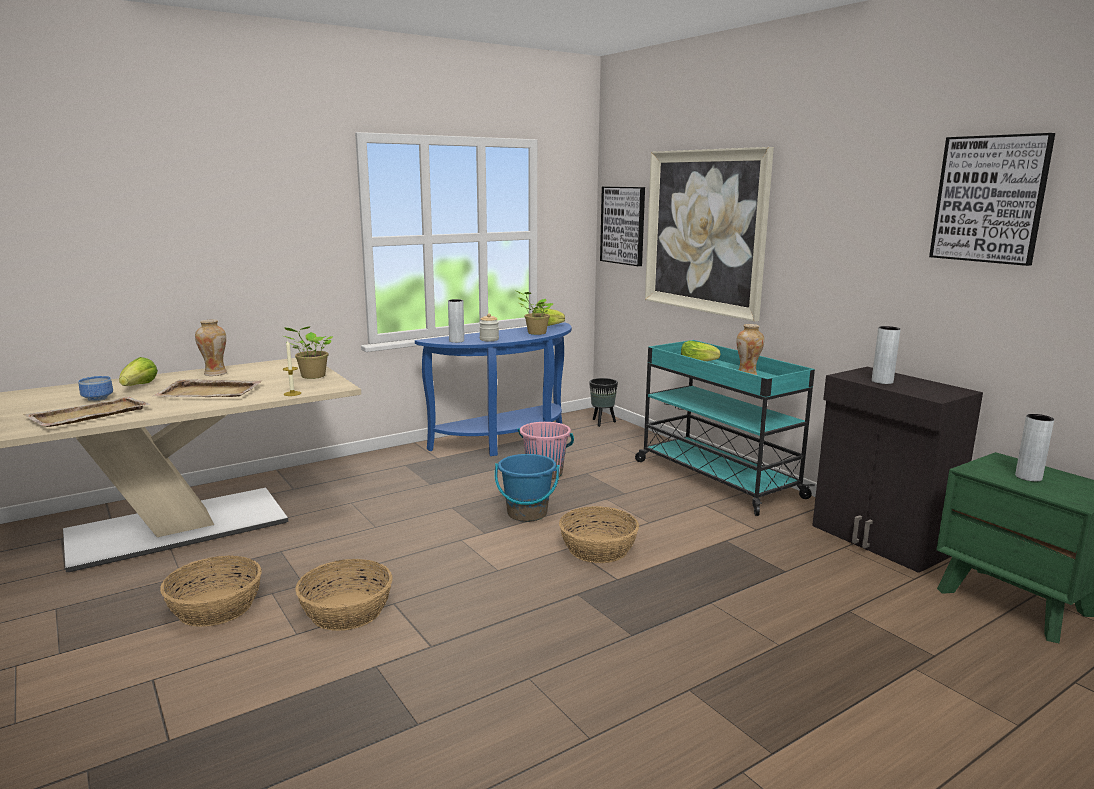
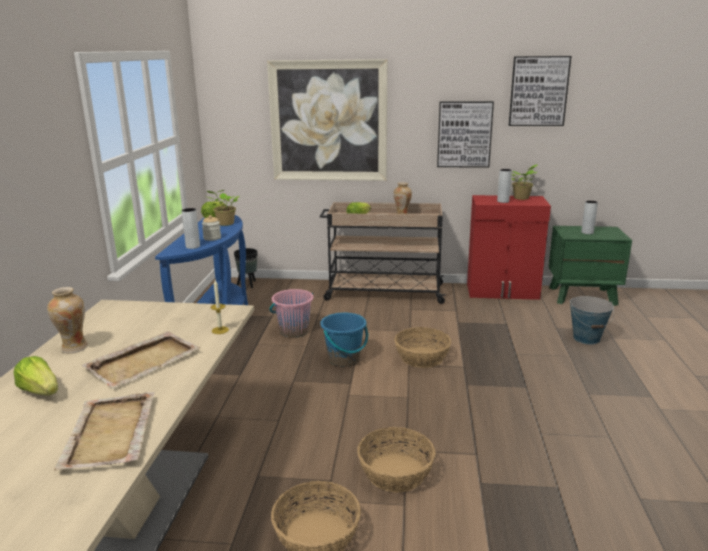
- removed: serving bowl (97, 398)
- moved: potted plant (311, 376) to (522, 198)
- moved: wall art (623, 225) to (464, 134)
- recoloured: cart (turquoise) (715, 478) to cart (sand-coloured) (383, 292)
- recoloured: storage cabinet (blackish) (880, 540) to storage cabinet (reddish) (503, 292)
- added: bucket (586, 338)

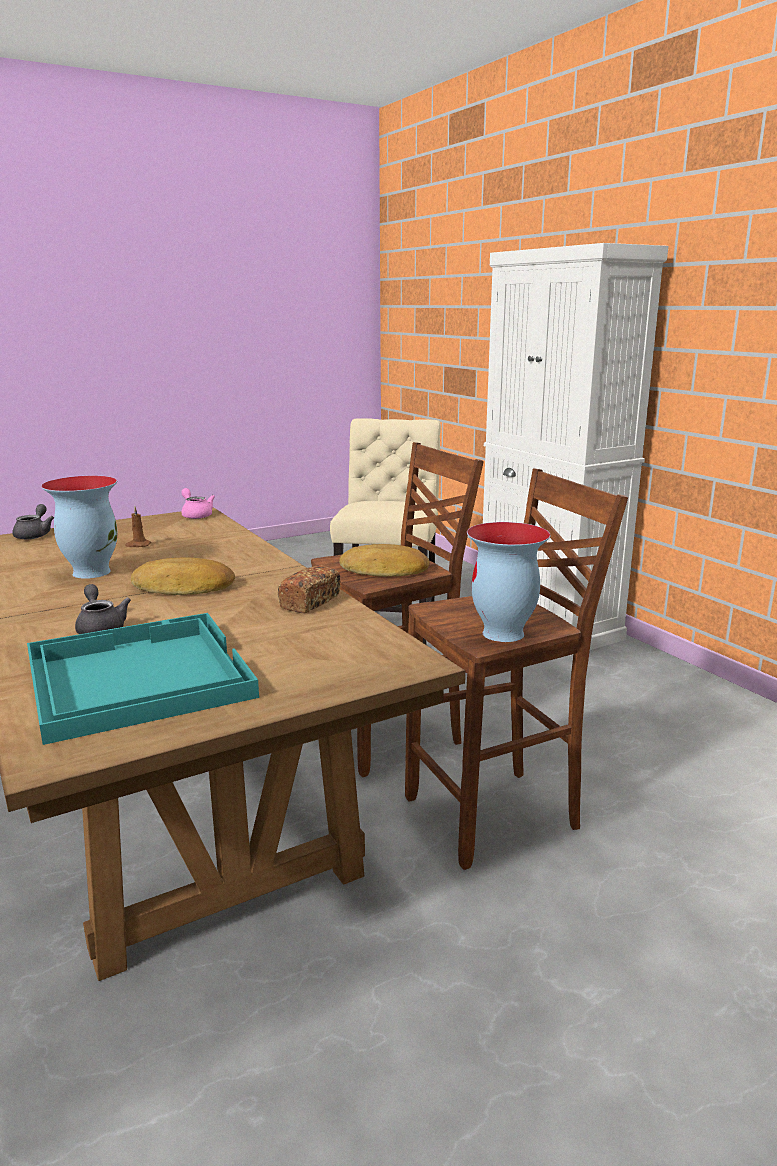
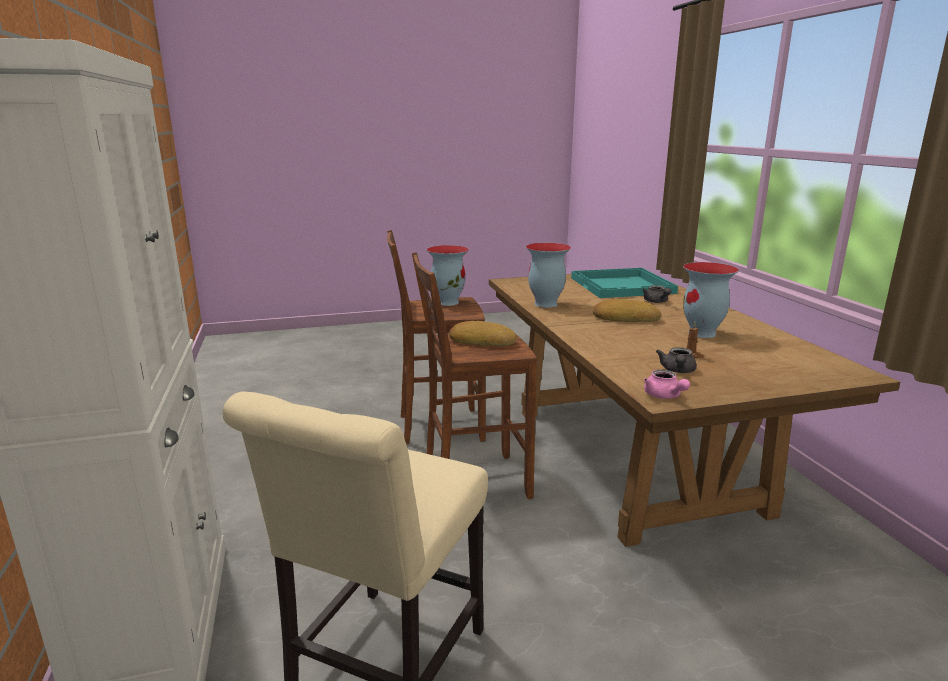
- moved: teapot (greyish) (35, 535) to (677, 371)
- replaced: baked bread (310, 602) to vase (546, 304)

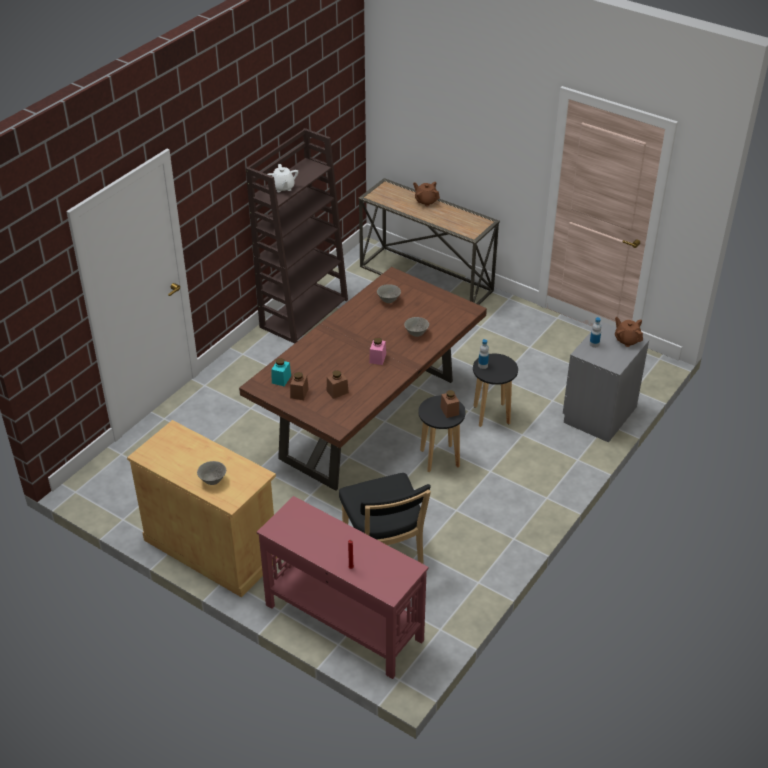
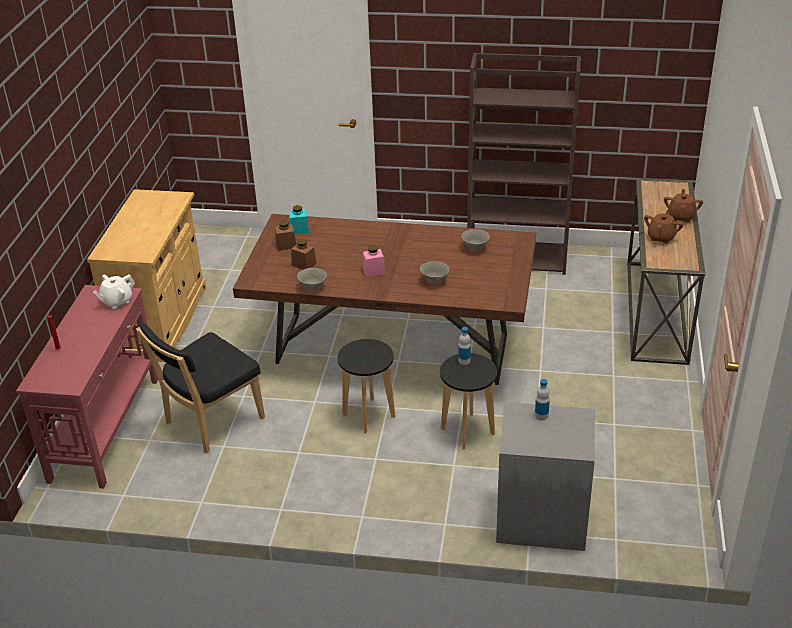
- moved: serving bowl (greyish) (212, 481) to (313, 288)
- moved: teapot (whitish) (283, 187) to (116, 301)
- removed: preserve jar (brown-coloured) (449, 411)
- moved: teapot (brown-coloured) (627, 340) to (661, 237)

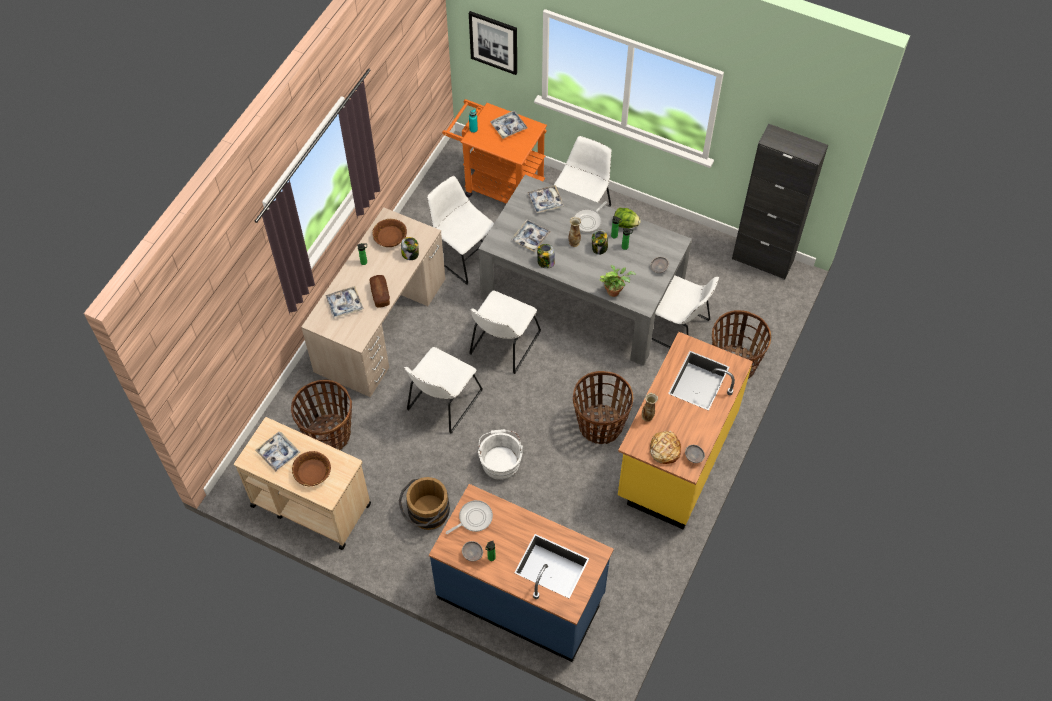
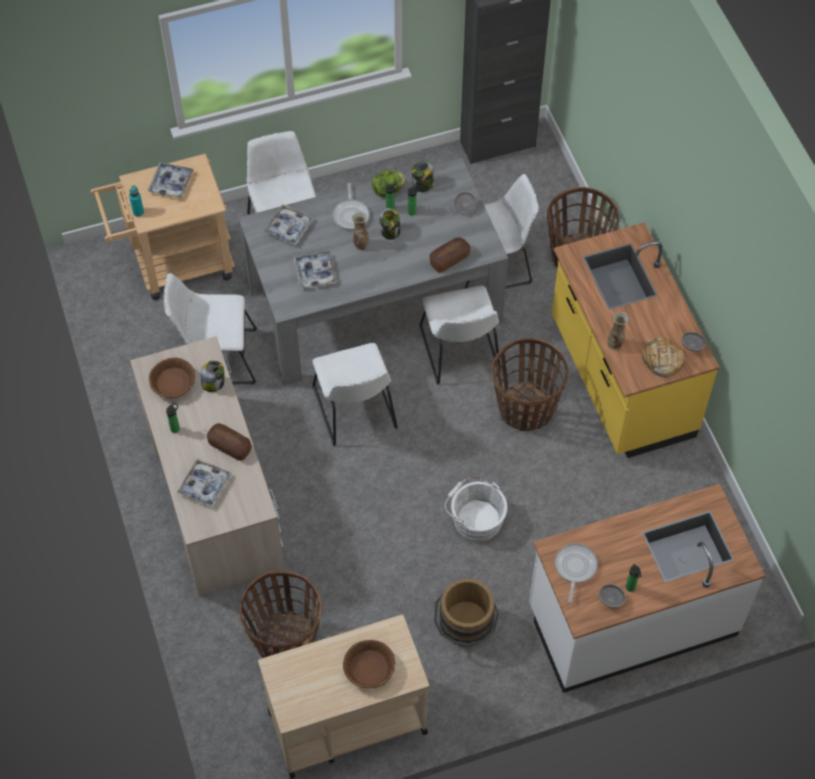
- removed: serving tray (278, 453)
- moved: upright chair (whitish) (442, 402) to (460, 352)
- recoloured: kitchen counter (blue) (521, 595) to kitchen counter (whitish) (631, 620)
- recoloured: cart (orange) (497, 185) to cart (sand-coloured) (174, 265)
- removed: wall art (494, 42)
- moved: preserve jar (545, 262) to (423, 185)
- replaced: potted plant (615, 291) to baked bread (449, 259)

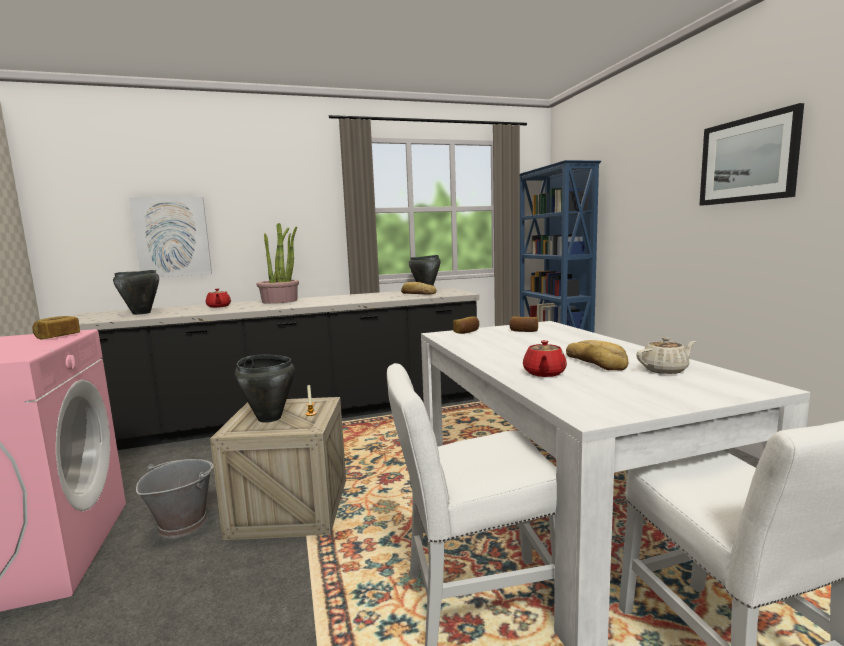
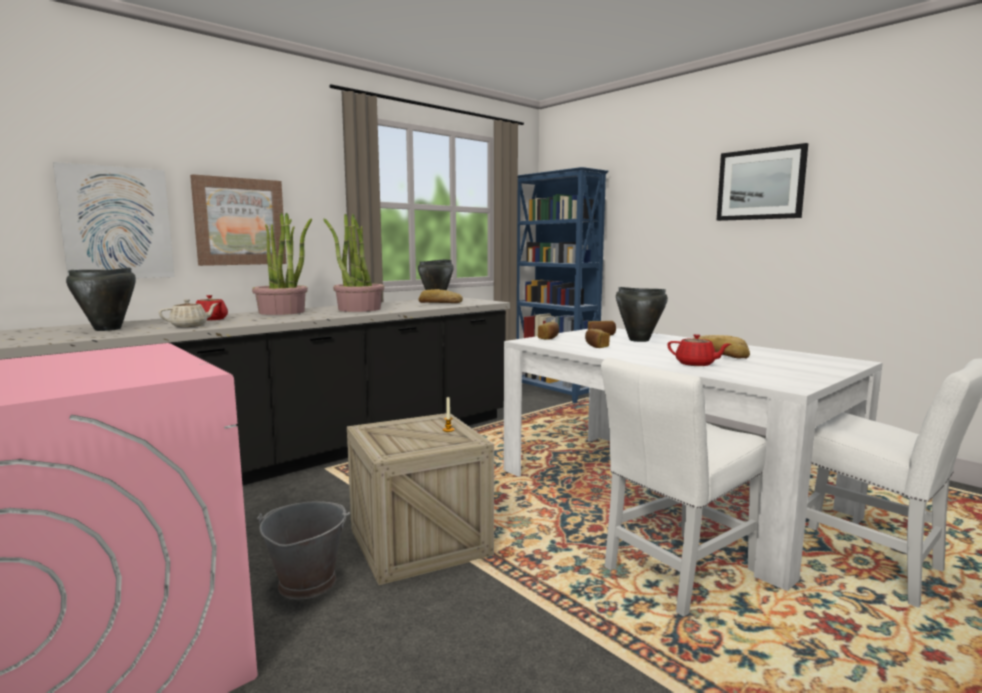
- moved: baked bread (57, 336) to (595, 346)
- moved: stockpot (blackish) (269, 418) to (638, 340)
- turned: teapot (reddish) (544, 373) = (696, 364) 45 degrees counterclockwise
- moved: teapot (sand-coloured) (665, 370) to (190, 326)
- added: wall art (240, 222)
- added: potted plant (359, 309)

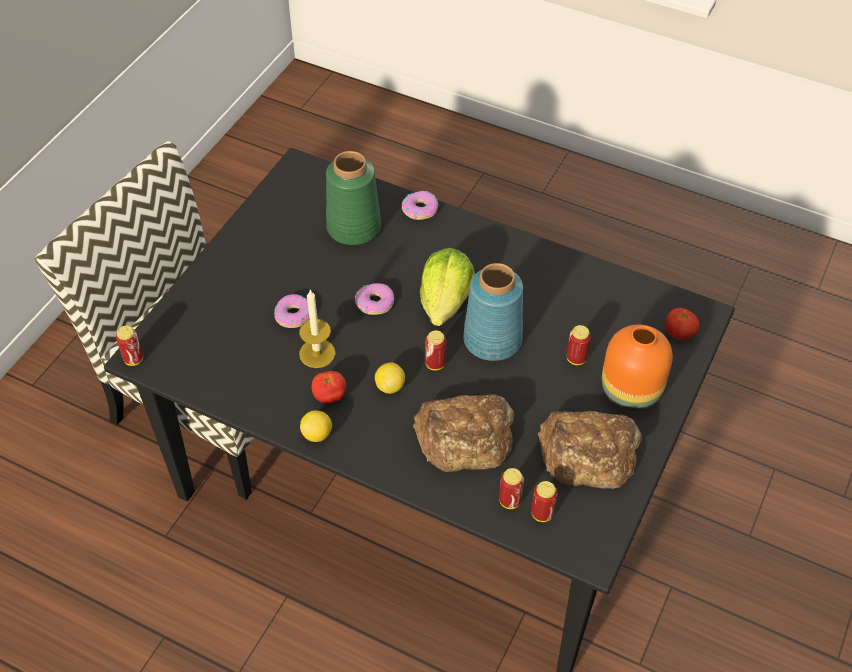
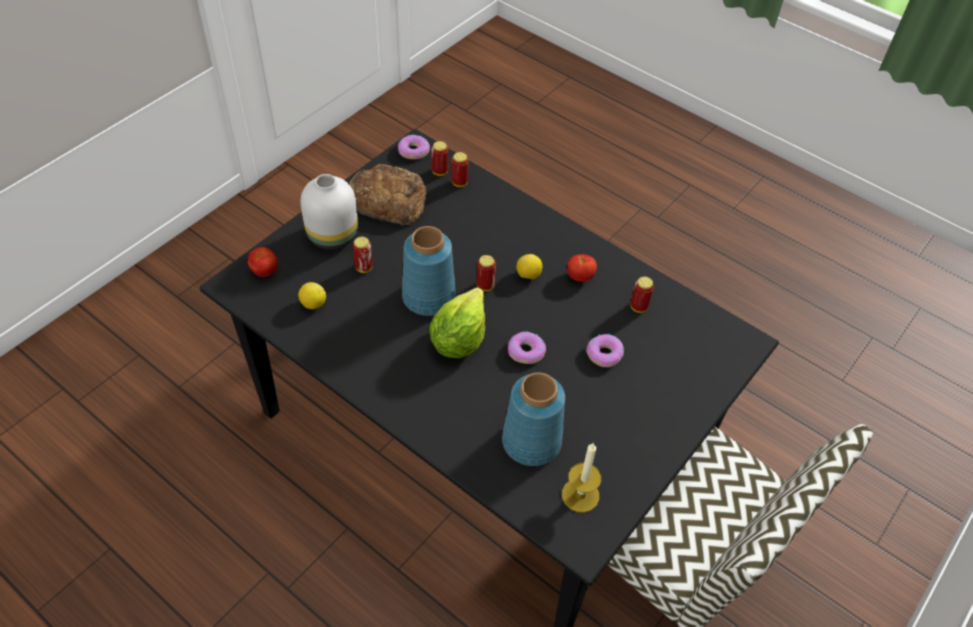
- moved: can (133, 359) to (638, 307)
- moved: candle (317, 353) to (580, 495)
- moved: citrus fruit (317, 434) to (313, 304)
- recoloured: vase (green) (354, 228) to vase (blue) (531, 440)
- moved: donut (420, 209) to (413, 151)
- removed: baked bread (465, 437)
- recoloured: vase (orange) (629, 390) to vase (whitish) (334, 236)

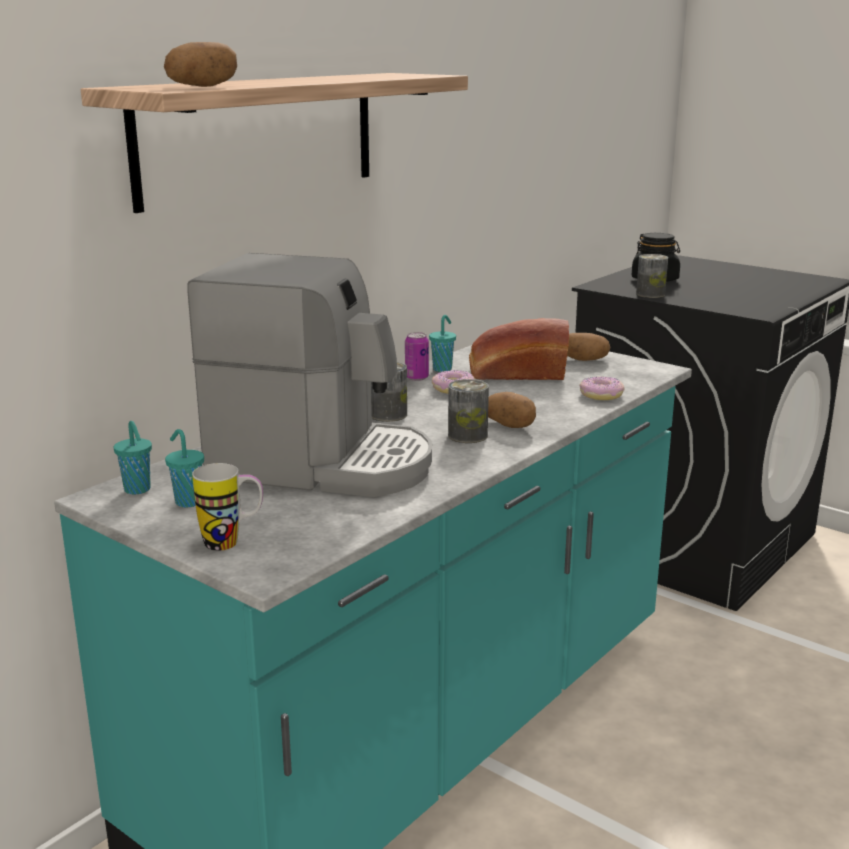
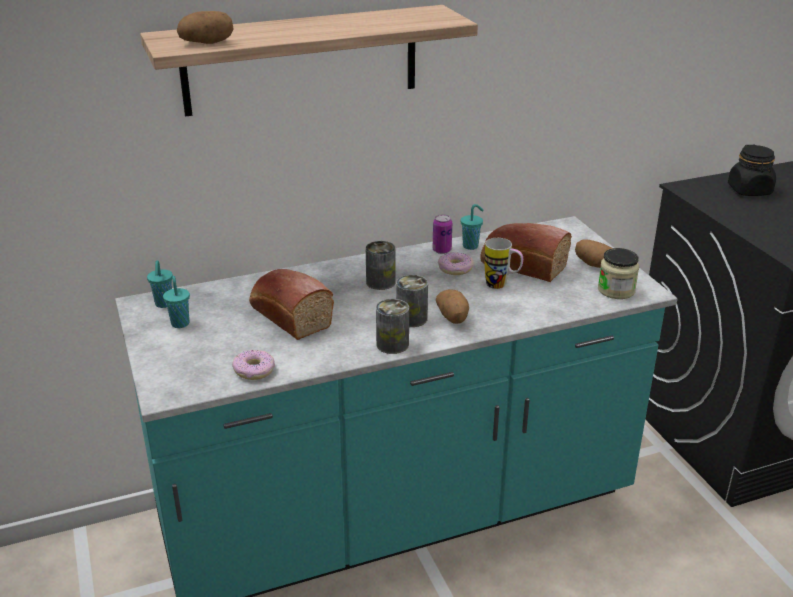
- replaced: coffee brewer (322, 464) to baked bread (288, 316)
- moved: coffee mug (232, 543) to (502, 285)
- moved: donut (601, 395) to (254, 370)
- moved: can (650, 294) to (392, 344)
- added: preserve jar (616, 290)

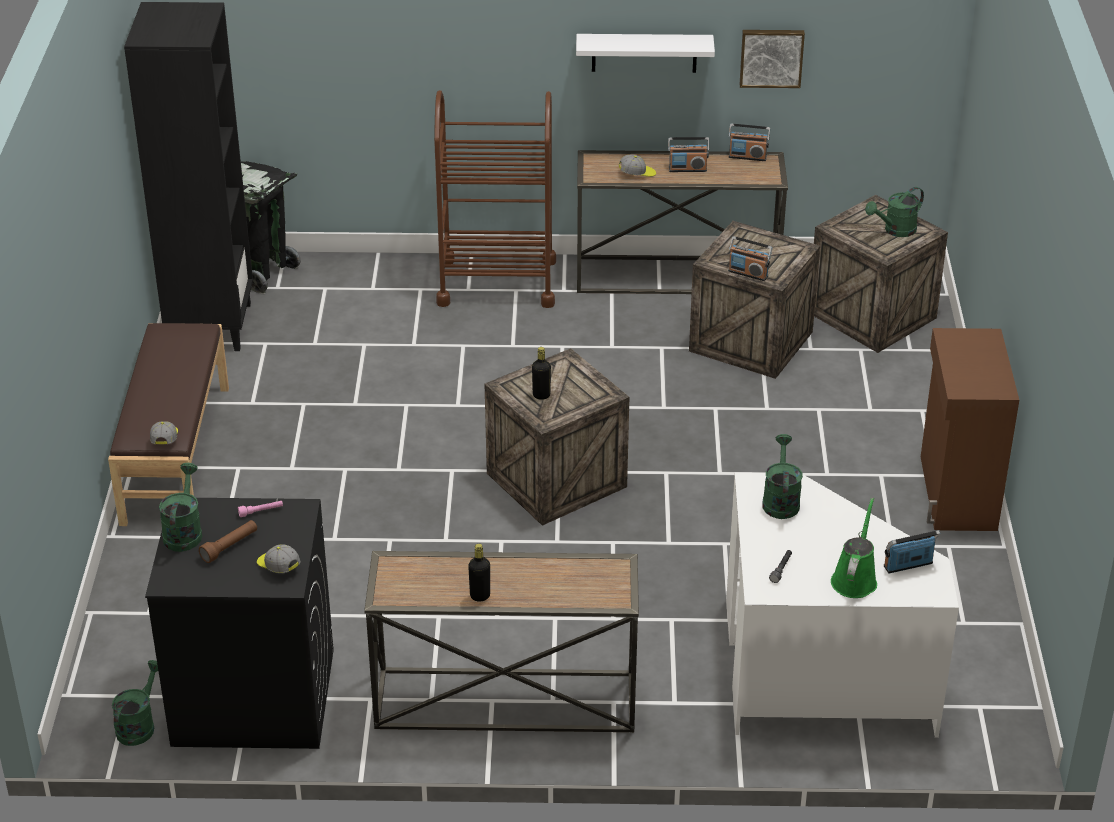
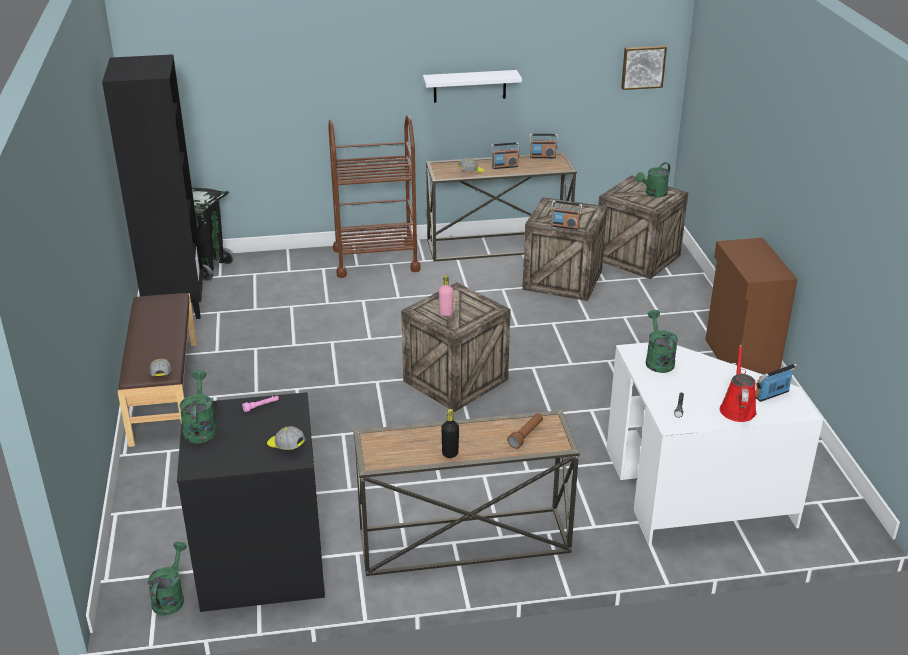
- moved: flashlight (brown-coloured) (230, 547) to (526, 435)
- recoloured: drink bottle (blackish) (541, 395) to drink bottle (pink-coloured) (446, 313)
- moved: wall art (771, 57) to (643, 67)
- recoloured: watering pot (green) (854, 579) to watering pot (reddish) (737, 408)

